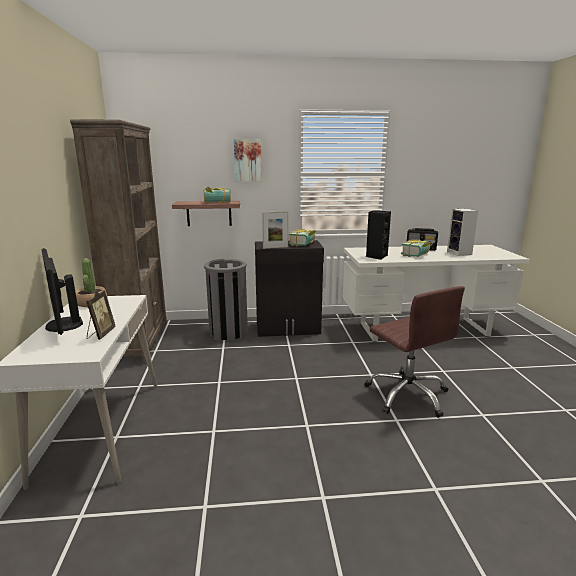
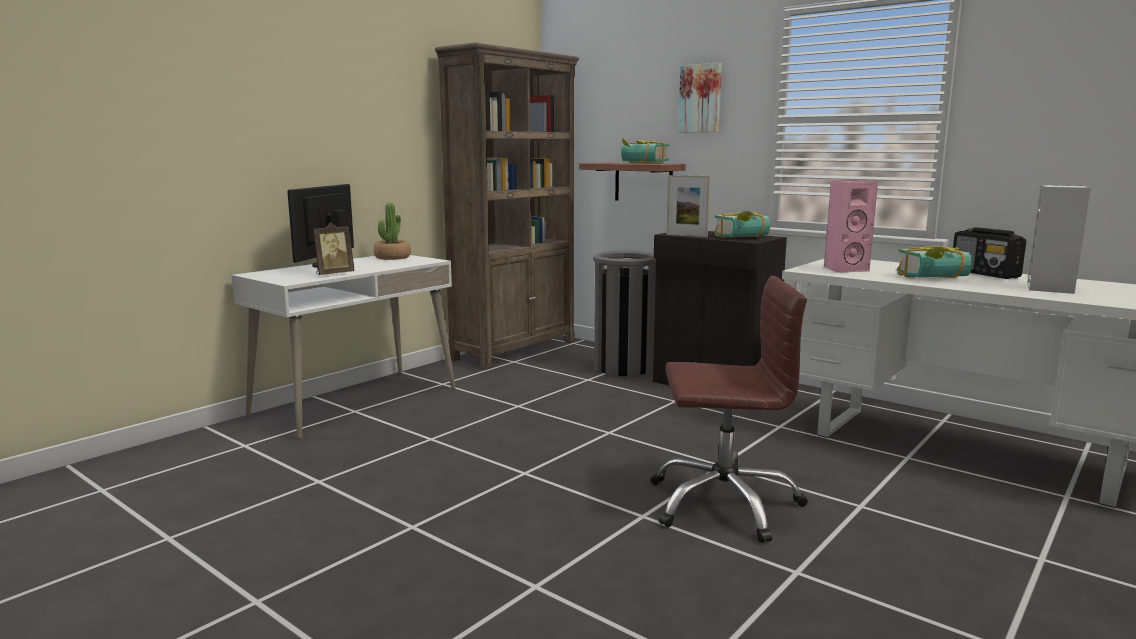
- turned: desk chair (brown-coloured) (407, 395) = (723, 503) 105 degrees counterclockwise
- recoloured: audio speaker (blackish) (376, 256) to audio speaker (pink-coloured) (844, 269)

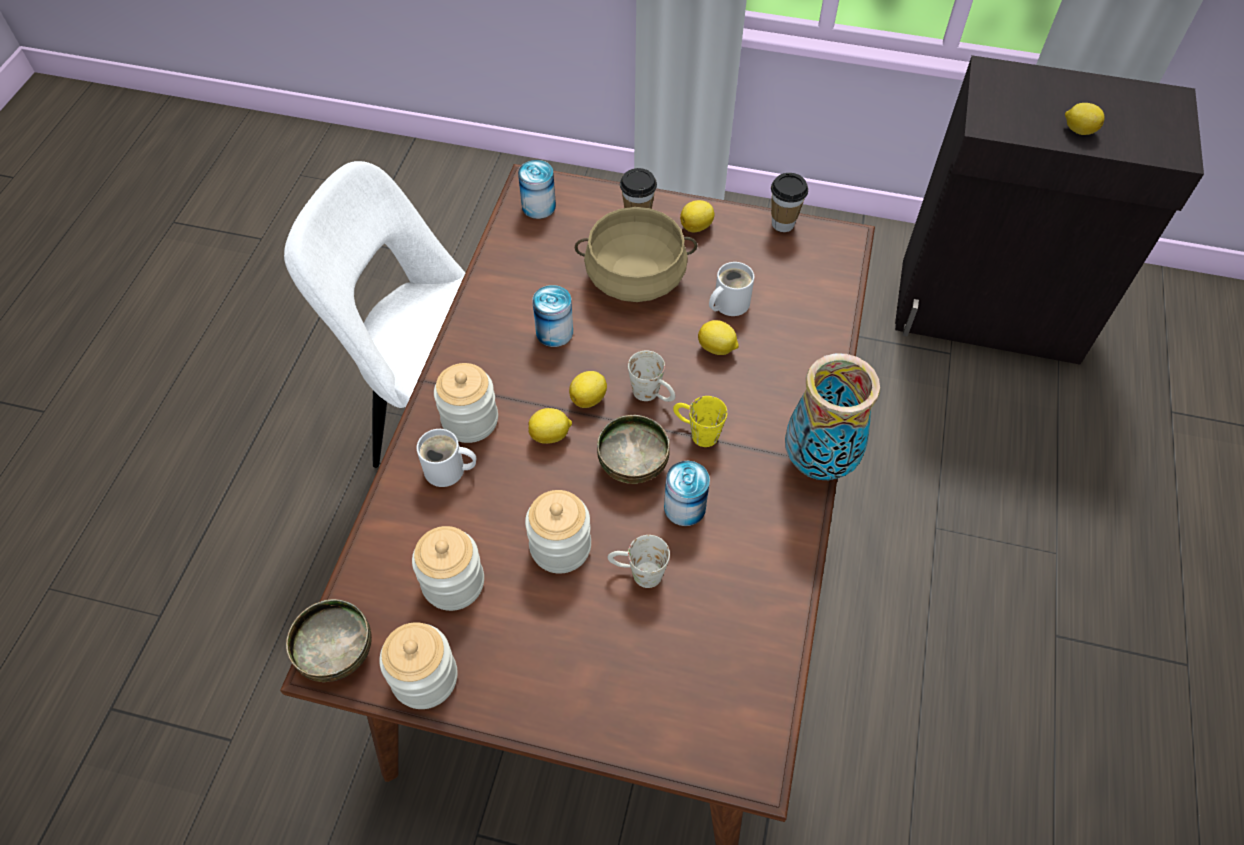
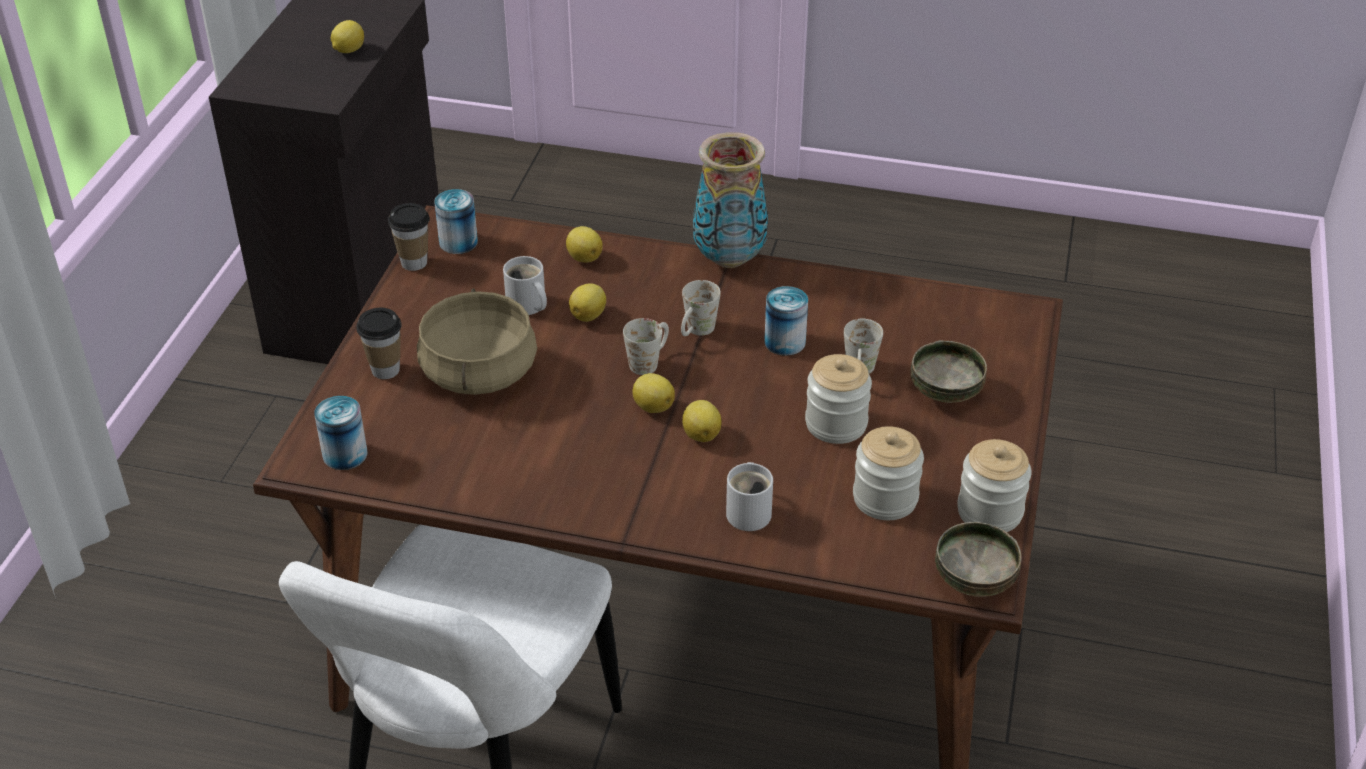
- removed: preserve jar (470, 420)
- moved: can (554, 332) to (458, 242)
- moved: serving bowl (634, 463) to (944, 391)
- recoloured: coffee mug (yellowish) (696, 432) to coffee mug (whitish) (696, 332)
- moved: citrus fruit (697, 226) to (584, 257)

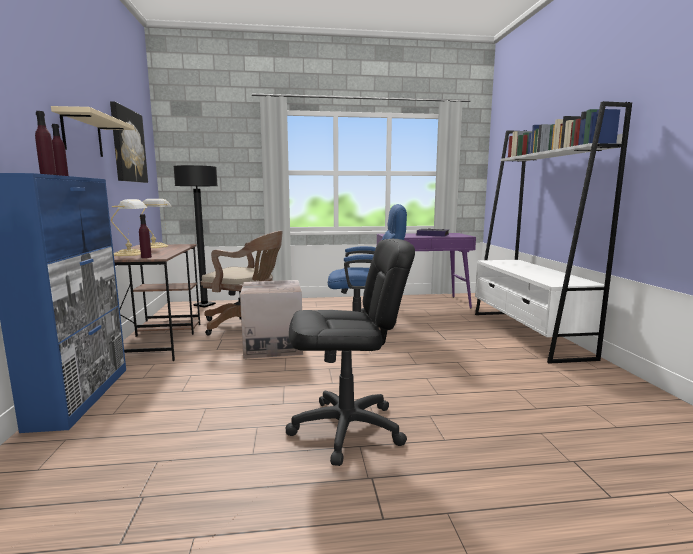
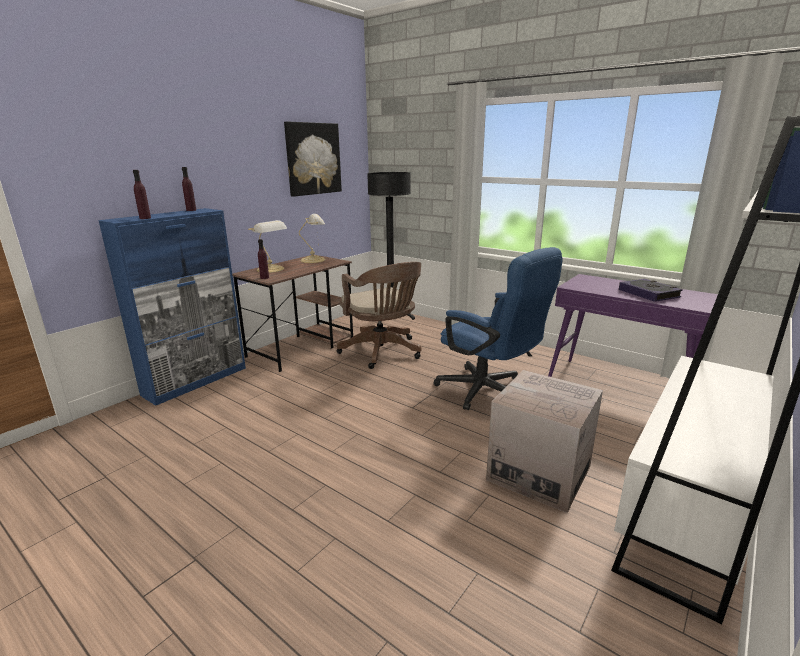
- removed: bracket shelf (sand-coloured) (82, 135)
- moved: cardboard box (273, 346) to (539, 473)
- removed: desk chair (blackish) (347, 429)

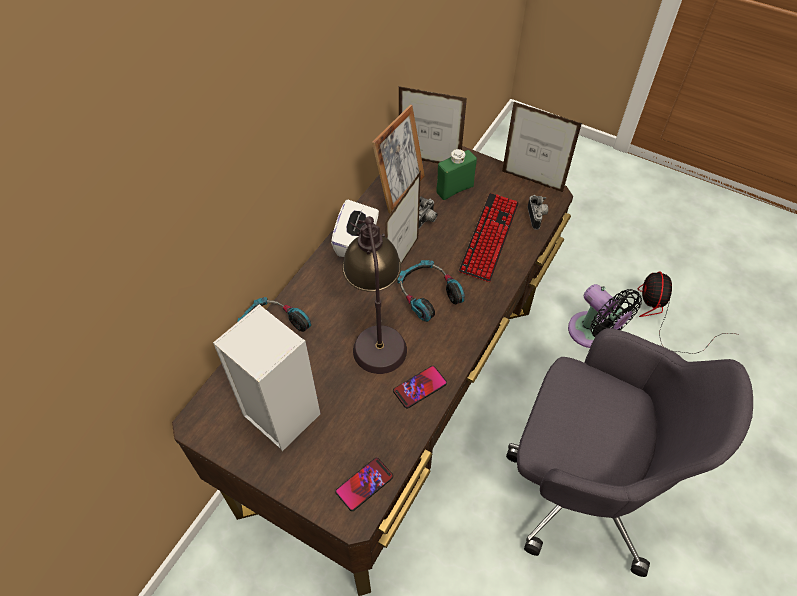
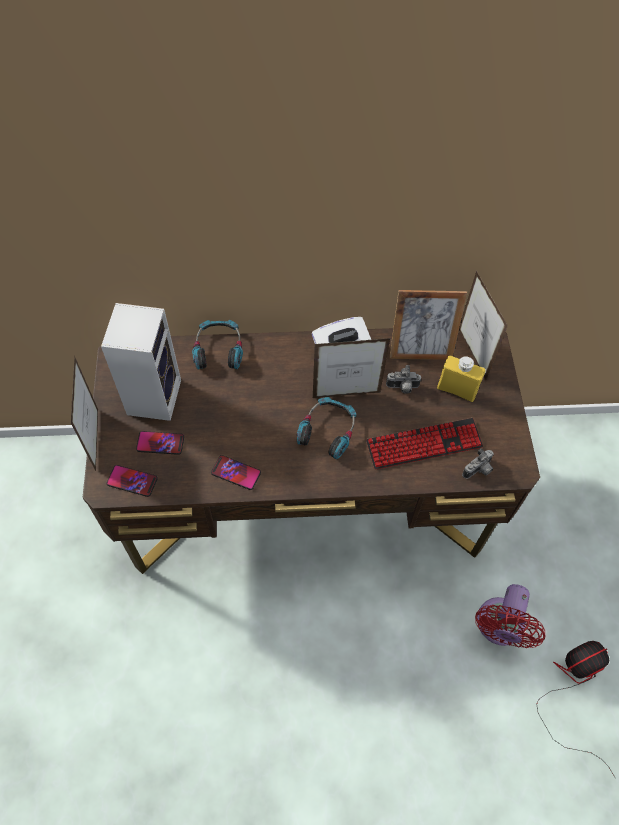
- removed: tabletop lamp (376, 332)
- recoloured: drink bottle (green) (454, 189) to drink bottle (yellowish) (456, 390)
- moved: standing frame (532, 182) to (97, 440)
- removed: desk chair (greyish) (582, 483)
- recoloured: fan (blackish) (593, 333) to fan (reddish) (499, 627)
- added: telephone (160, 443)

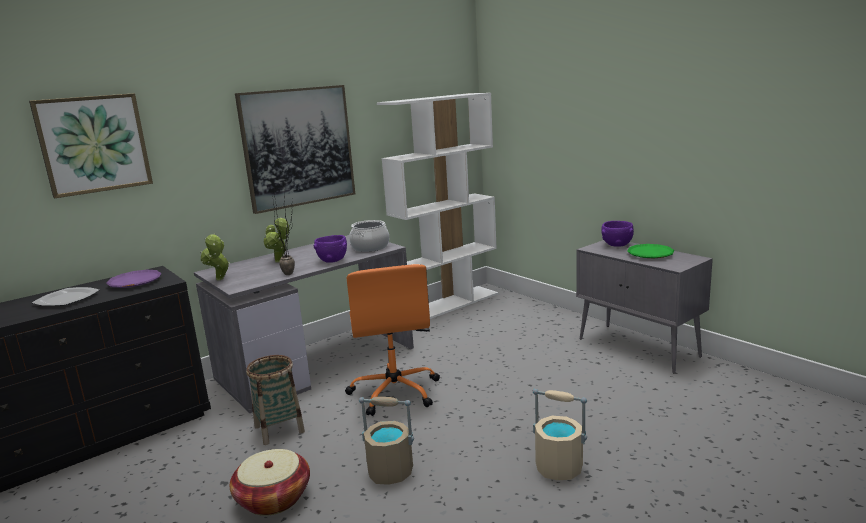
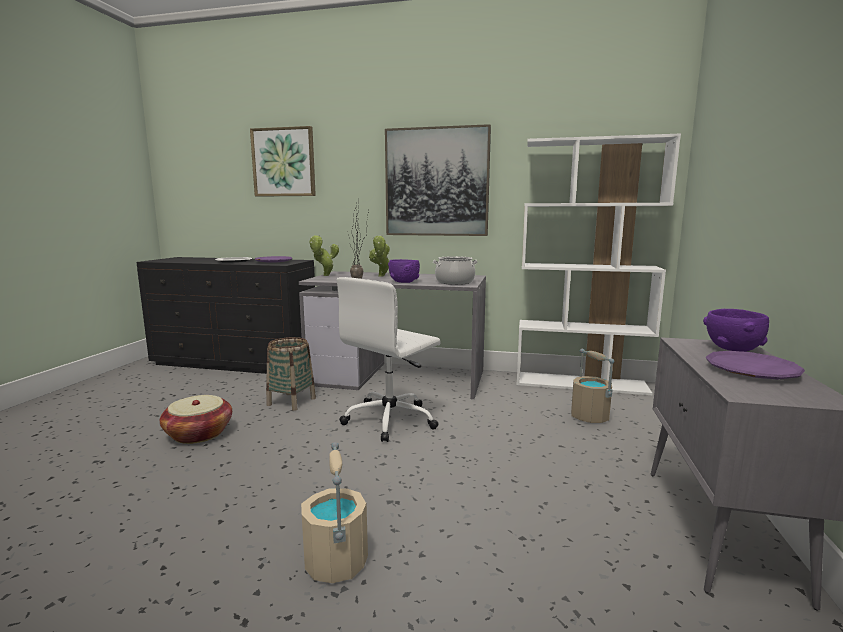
- recoloured: desk chair (orange) (395, 392) to desk chair (whitish) (391, 419)
- moved: bucket (sand-coloured) (390, 472) to (590, 417)
- recoloured: flat dish (green) (650, 254) to flat dish (purple) (751, 371)

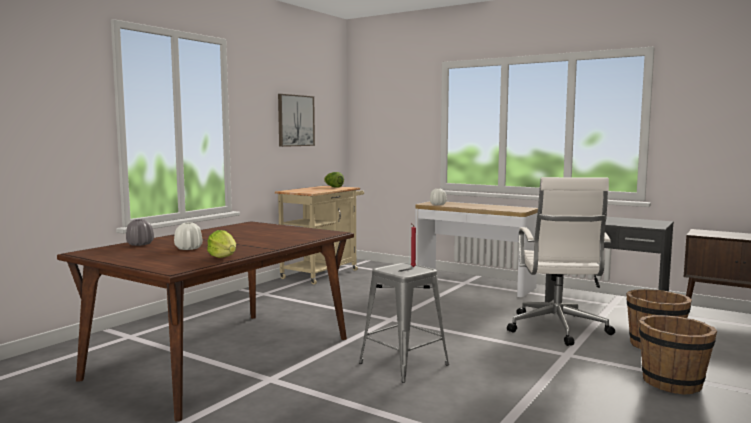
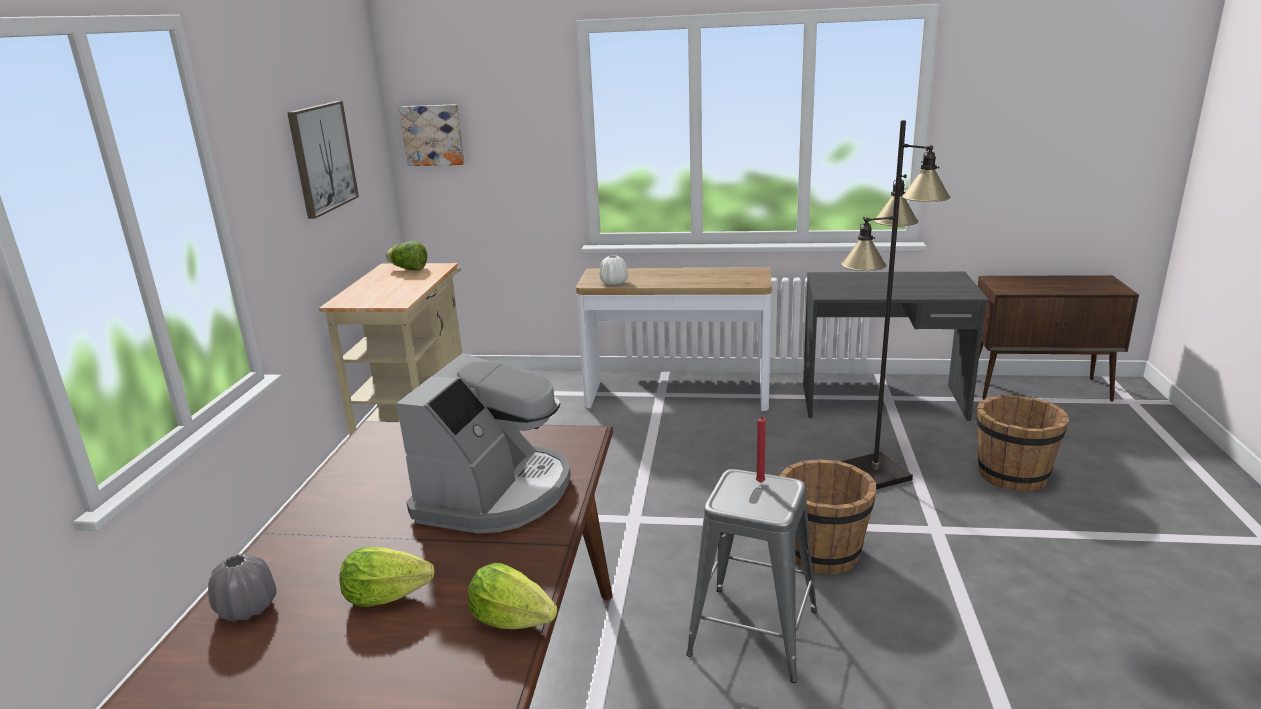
- replaced: vase (whitish) (189, 248) to lettuce (386, 596)
- replaced: desk chair (whitish) (557, 329) to standing lamp (blackish) (874, 473)
- moved: bucket (brown-coloured) (672, 383) to (823, 552)
- added: coffee brewer (495, 493)
- added: wall art (433, 135)

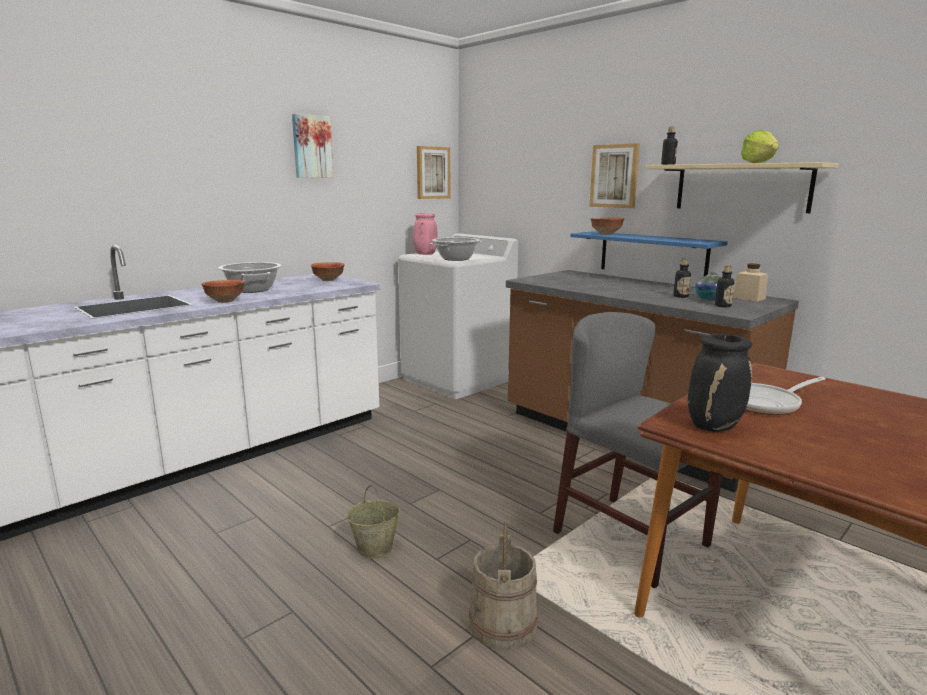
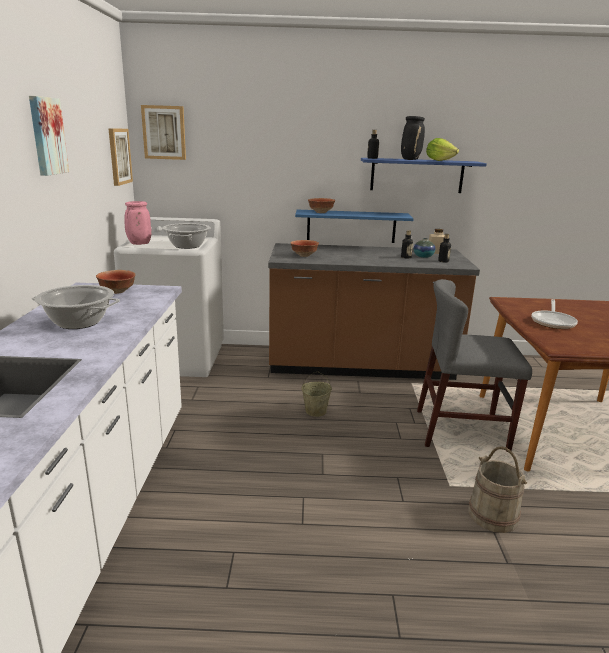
- moved: serving bowl (224, 301) to (303, 255)
- moved: bucket (sand-coloured) (376, 548) to (316, 411)
- moved: wall art (614, 176) to (164, 132)
- recoloured: bracket shelf (sand-coloured) (741, 187) to bracket shelf (blue) (417, 175)
- moved: vase (blackish) (714, 426) to (410, 159)

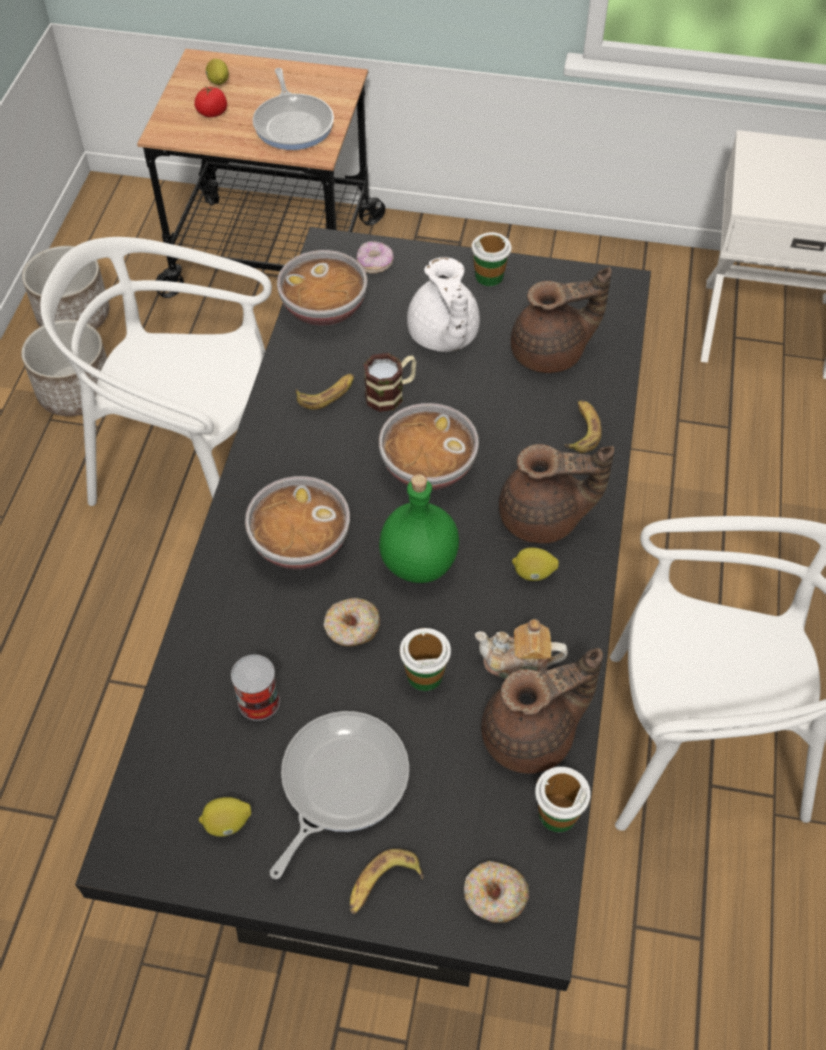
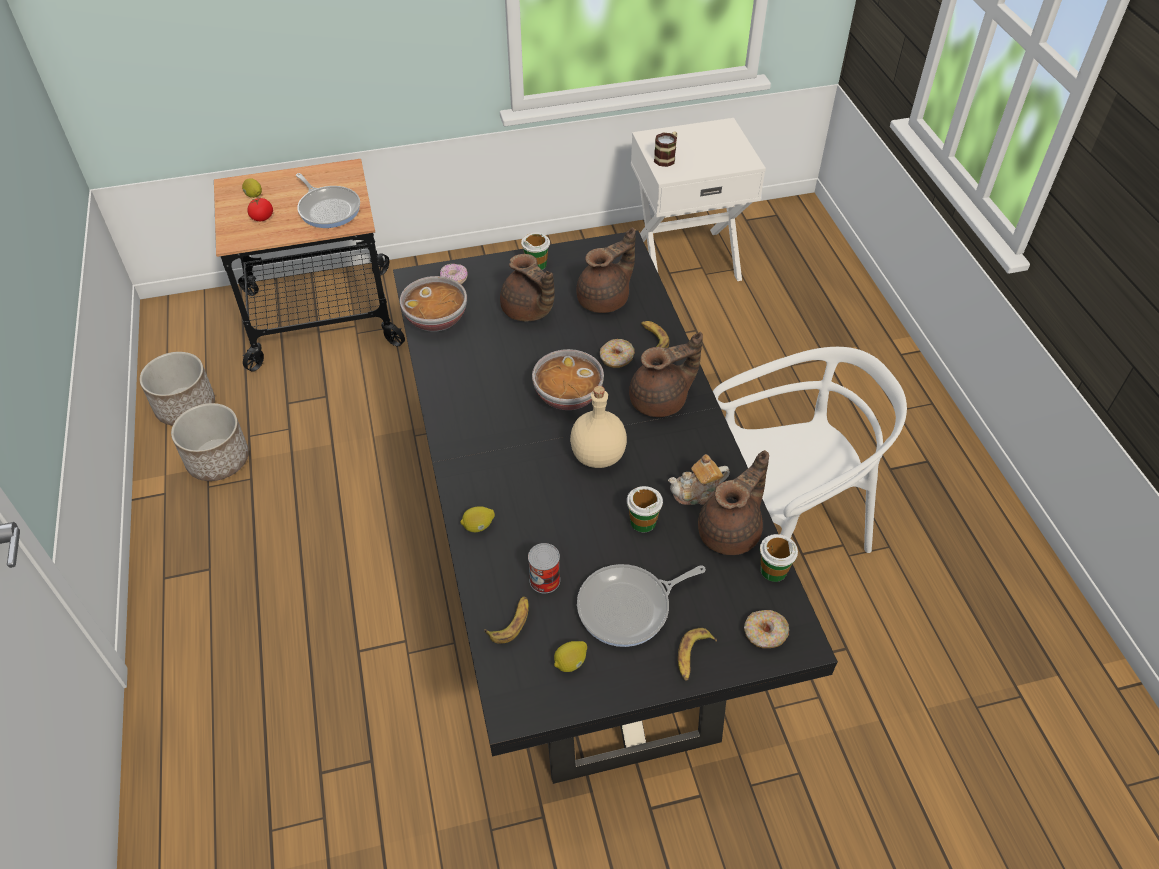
- removed: upright chair (whitish) (190, 468)
- removed: serving bowl (299, 543)
- turned: skillet (340, 783) = (629, 608) 120 degrees counterclockwise
- moved: banana (327, 394) to (511, 622)
- moved: donut (352, 628) to (616, 358)
- moved: coffee mug (391, 393) to (667, 157)
- recoloured: drink bottle (green) (417, 562) to drink bottle (sand-coloured) (597, 455)
- recoloured: teapot (whitish) (443, 336) to teapot (brown-coloured) (528, 311)
- moved: citrus fruit (533, 573) to (478, 526)

